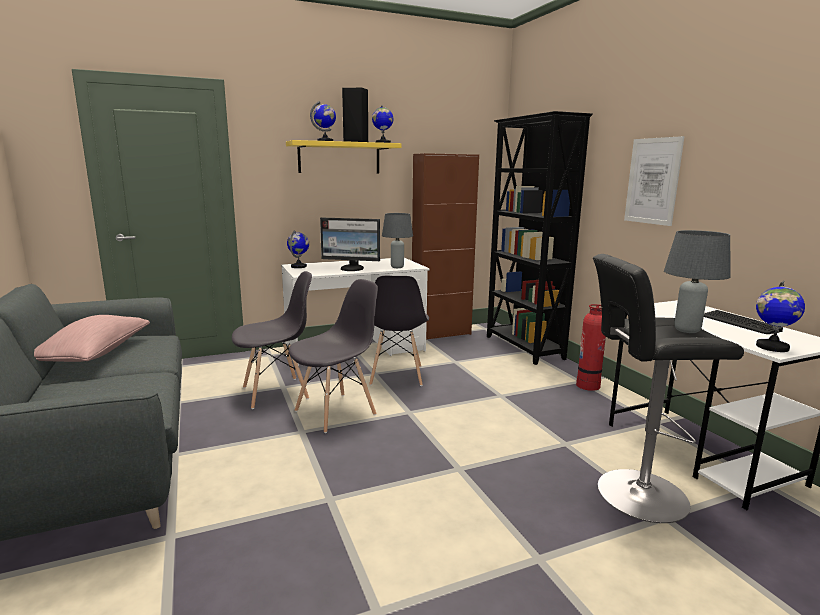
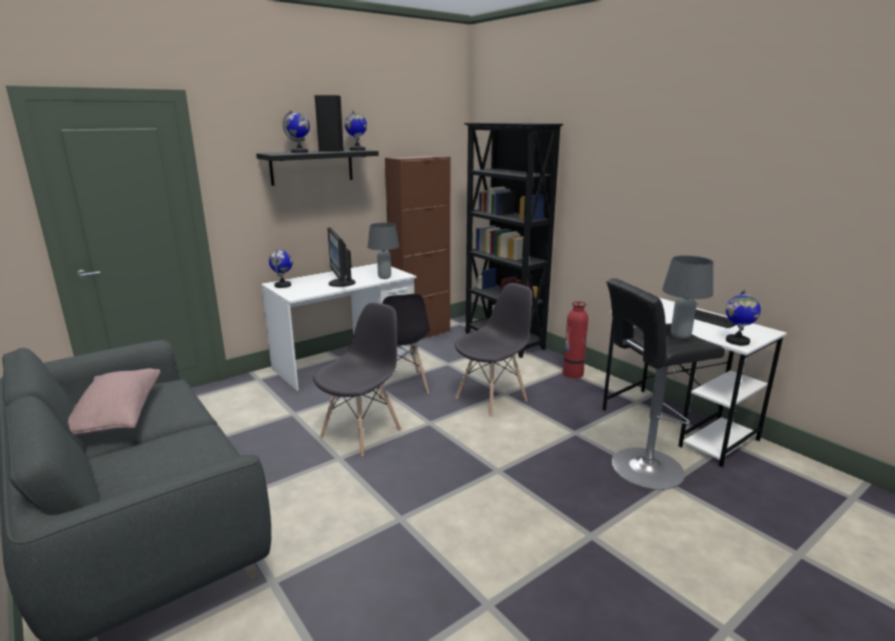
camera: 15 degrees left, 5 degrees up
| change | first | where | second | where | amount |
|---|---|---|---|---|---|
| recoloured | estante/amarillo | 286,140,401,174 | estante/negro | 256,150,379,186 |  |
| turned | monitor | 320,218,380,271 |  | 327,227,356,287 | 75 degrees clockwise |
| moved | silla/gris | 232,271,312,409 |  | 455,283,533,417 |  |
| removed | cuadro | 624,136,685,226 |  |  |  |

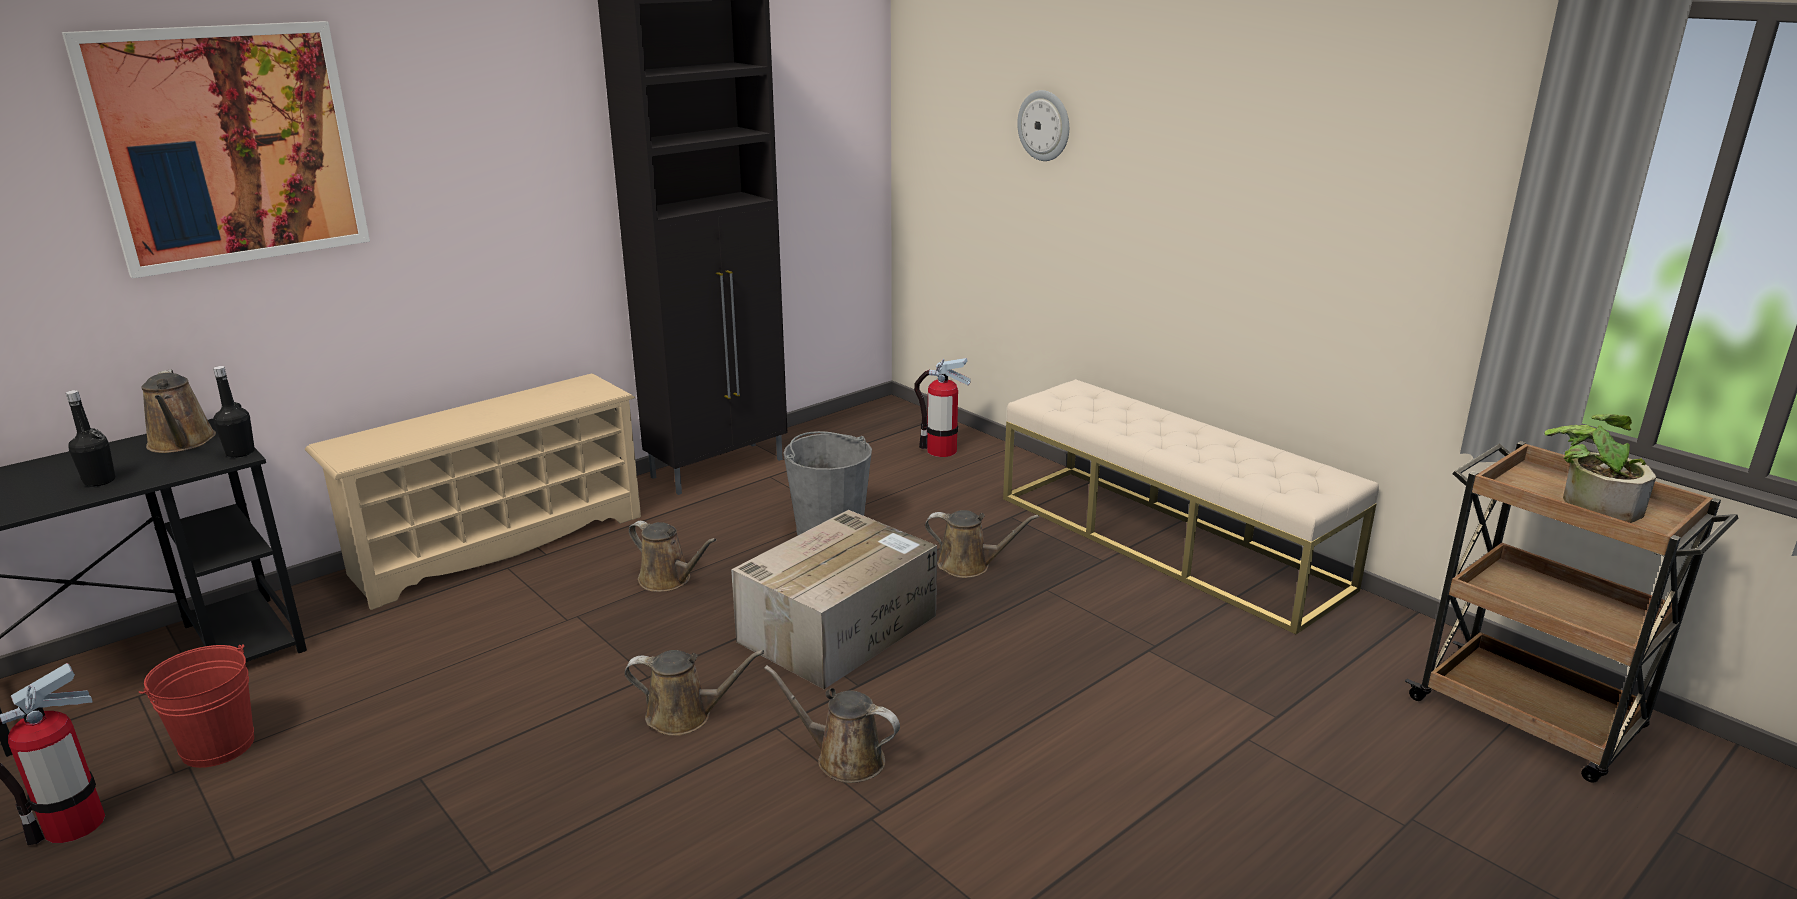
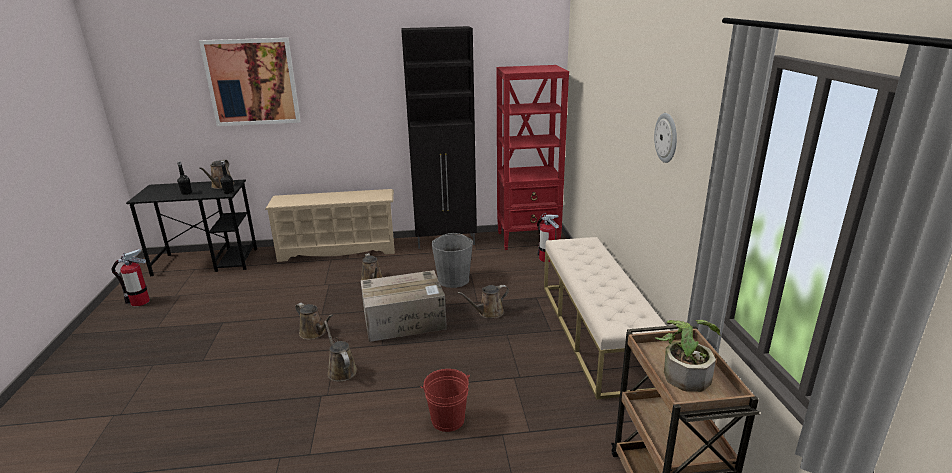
camera: 35 degrees right, 0 degrees up
| change | first | where | second | where | amount |
|---|---|---|---|---|---|
| moved | cubo/rojo | 139,644,254,768 |  | 421,369,470,432 |  |
| turned | regadera/marrón | 925,510,1039,578 |  | 457,285,509,318 | 105 degrees clockwise |
| added |  |  | estantería/rojo | 496,65,569,250 |  |
| moved | reloj de pared | 1017,90,1069,161 |  | 654,113,677,163 |  |

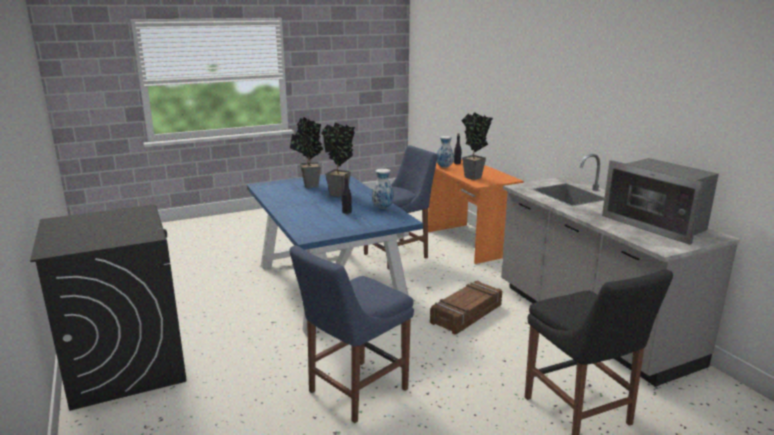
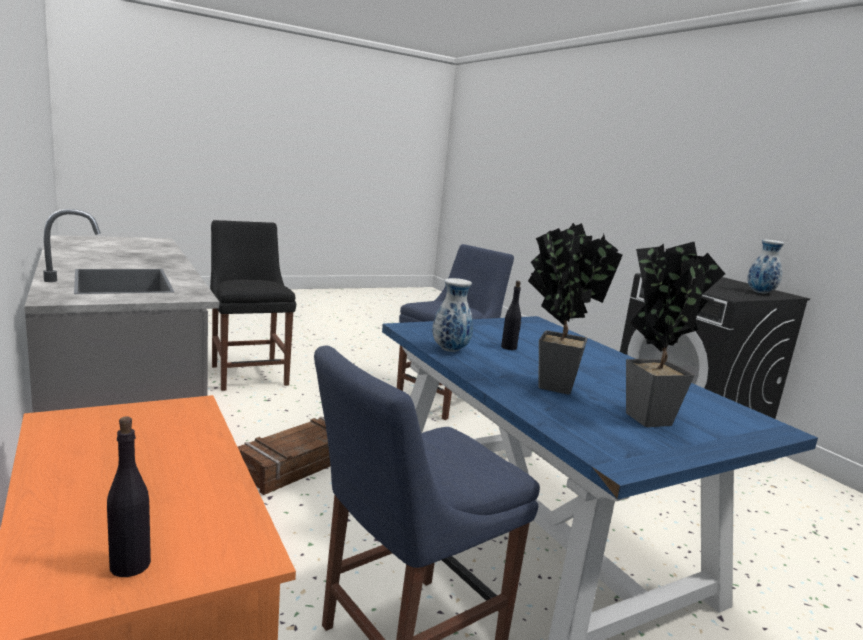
camera: 175 degrees right, 5 degrees down
| change | first | where | second | where | amount |
|---|---|---|---|---|---|
| moved | florero | 437,136,454,168 |  | 747,240,784,294 |  |
| removed | planta en maceta | 461,112,493,180 |  |  |  |
| removed | microondas | 602,158,719,245 |  |  |  |

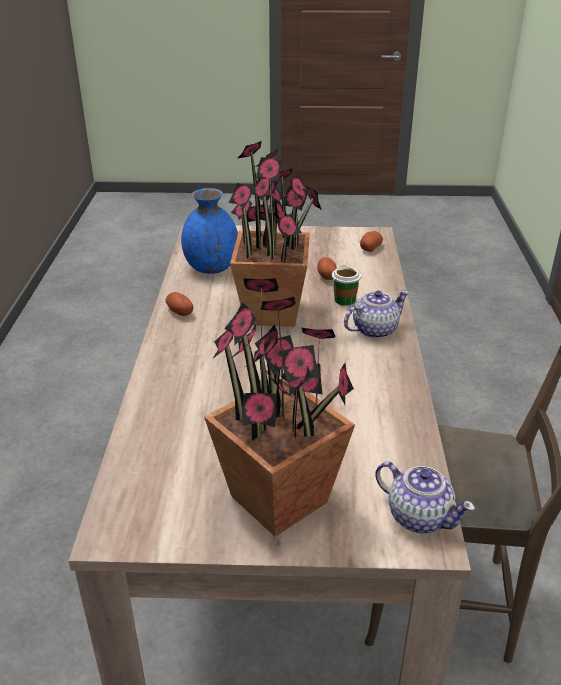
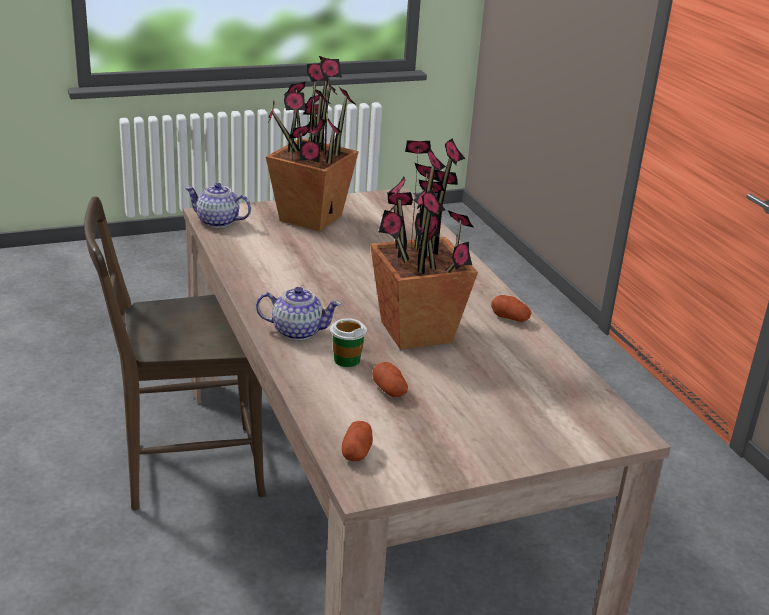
camera: 155 degrees right, 5 degrees down
| change | first | where | second | where | amount |
|---|---|---|---|---|---|
| turned | tetera | 344,290,409,338 |  | 256,287,341,340 | 120 degrees counterclockwise |
| removed | florero/azul | 181,188,238,274 |  |  |  |

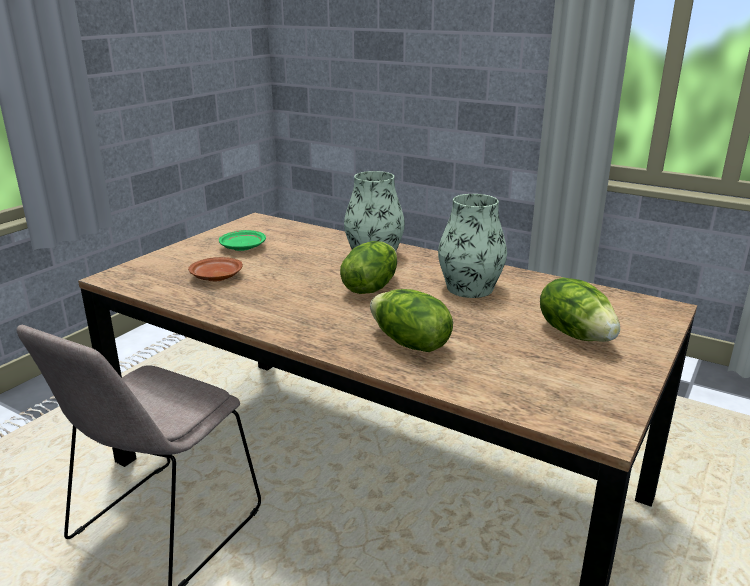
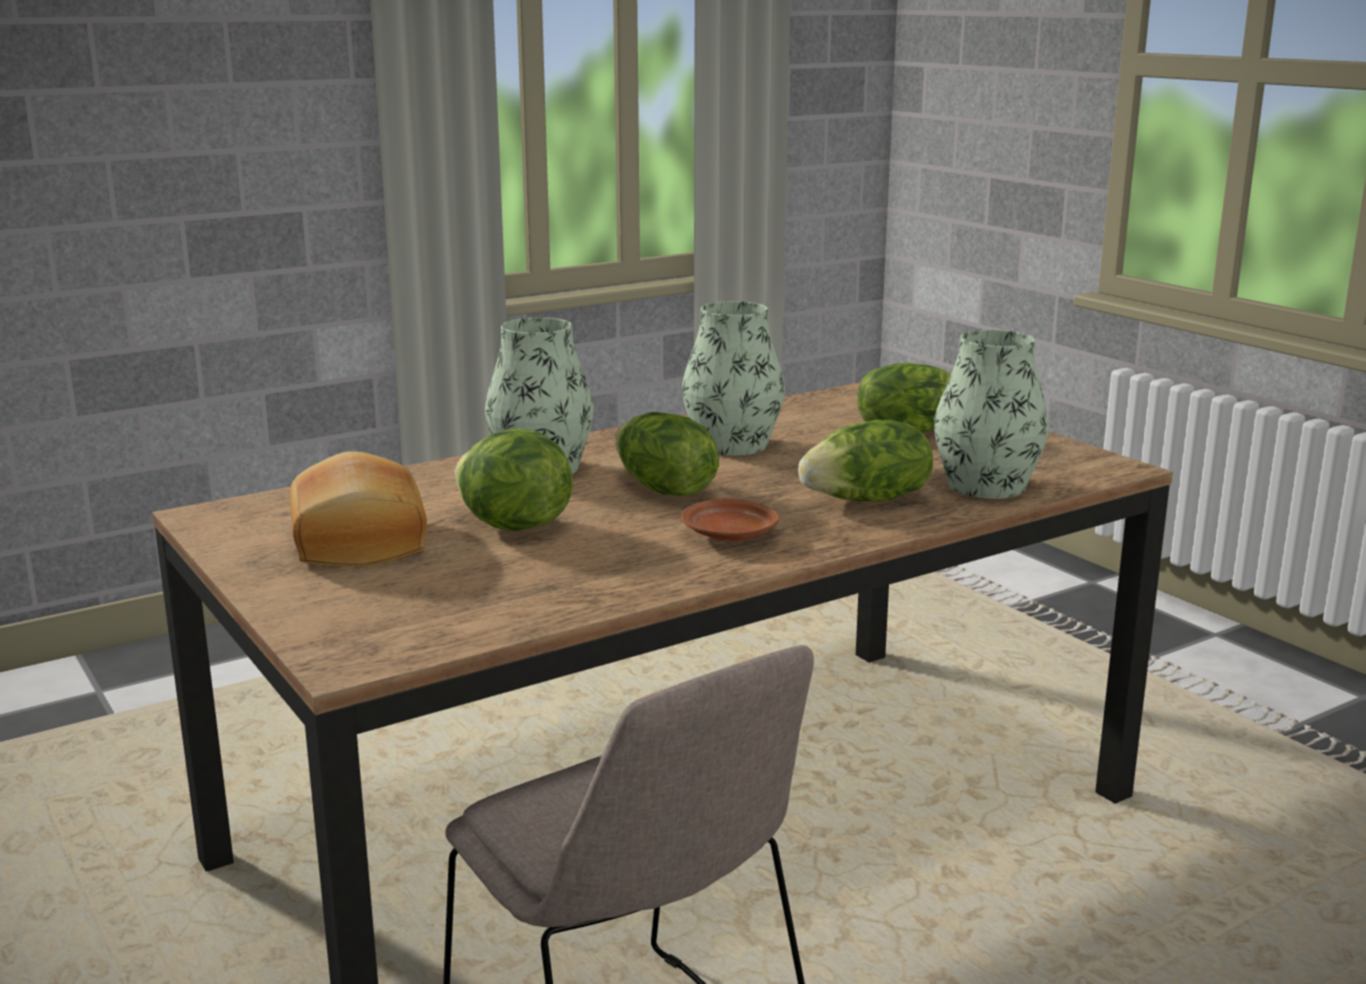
camera: 65 degrees left, 5 degrees down
| change | first | where | second | where | amount |
|---|---|---|---|---|---|
| replaced | plato/verde | 219,230,266,251 | pan | 290,451,427,567 |  |
| added |  |  | lechuga | 454,429,573,531 |  |
| moved | plato/marrón | 188,257,243,281 |  | 681,498,779,542 |  |
| added |  |  | florero | 934,330,1049,499 |  |

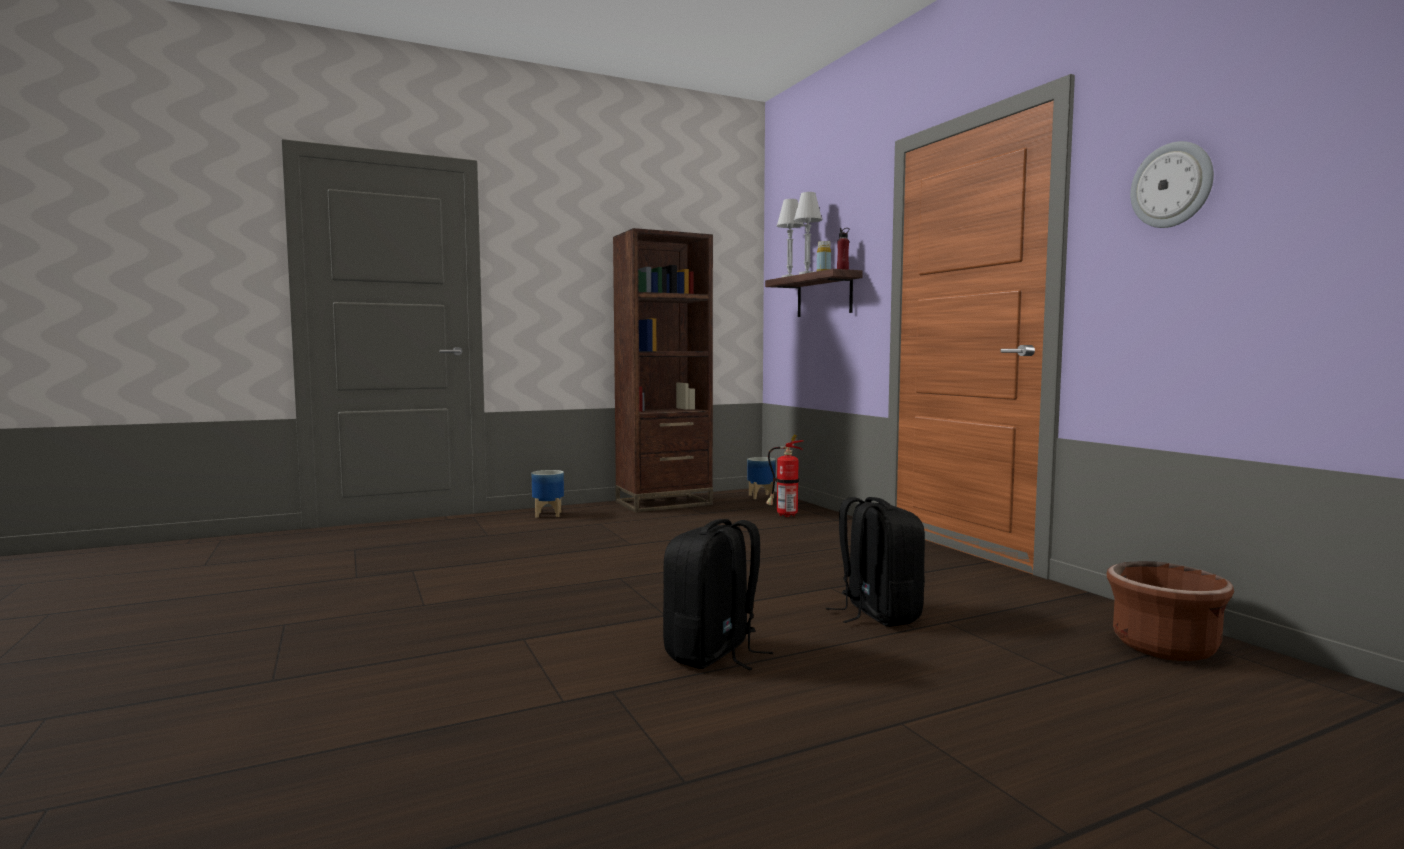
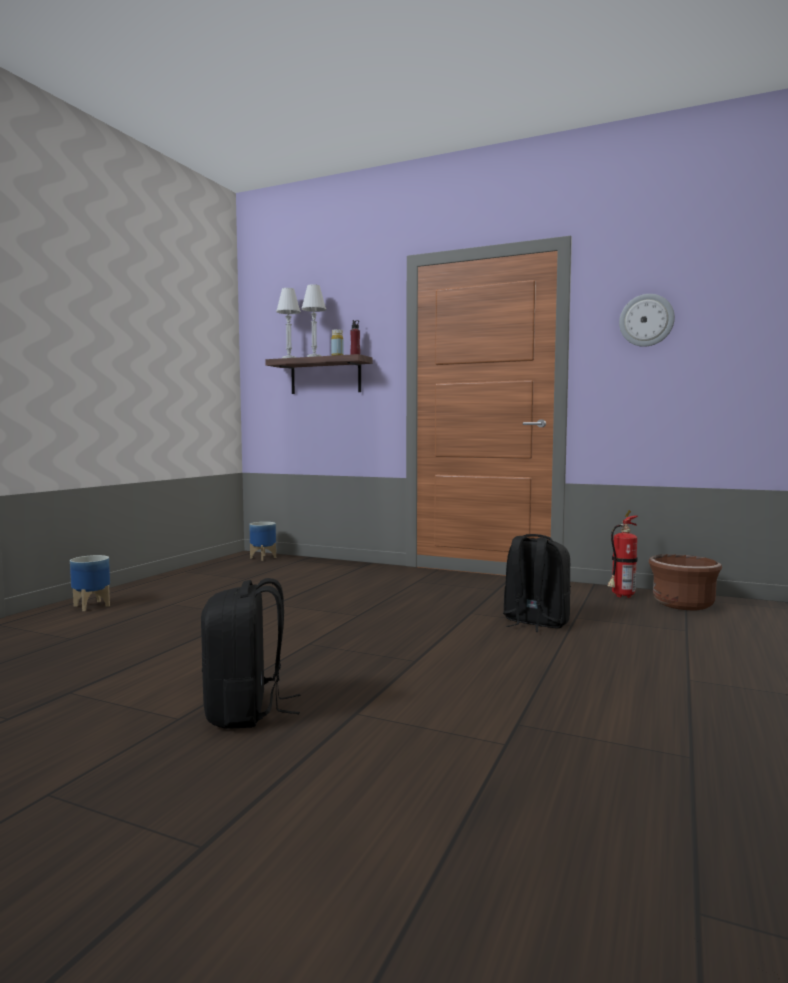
camera: 40 degrees left, 0 degrees up
| change | first | where | second | where | amount |
|---|---|---|---|---|---|
| moved | mochila/negro | 663,519,773,670 |  | 201,578,301,729 |  |
| moved | extintor | 766,434,804,517 |  | 607,510,638,598 |  |
| removed | estantería/marrón | 613,228,713,512 |  |  |  |

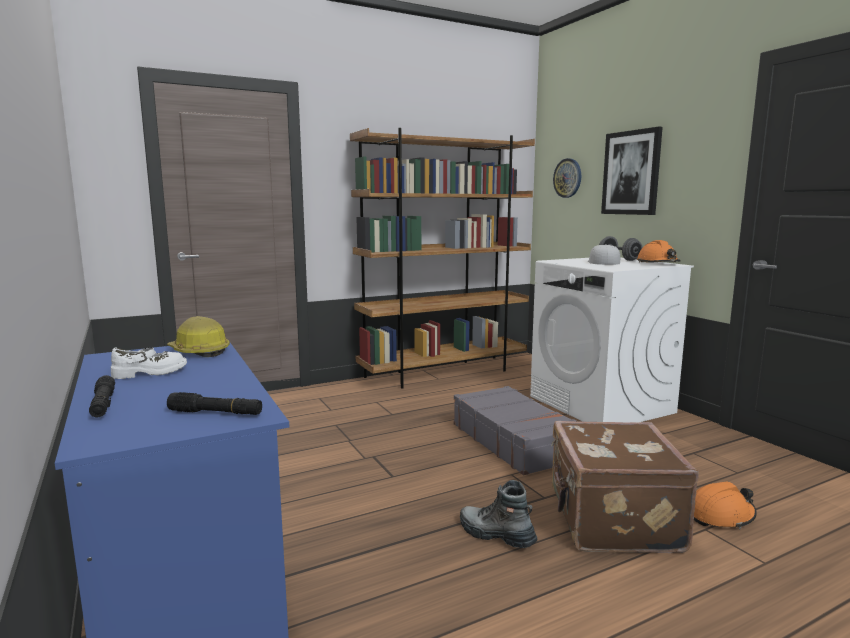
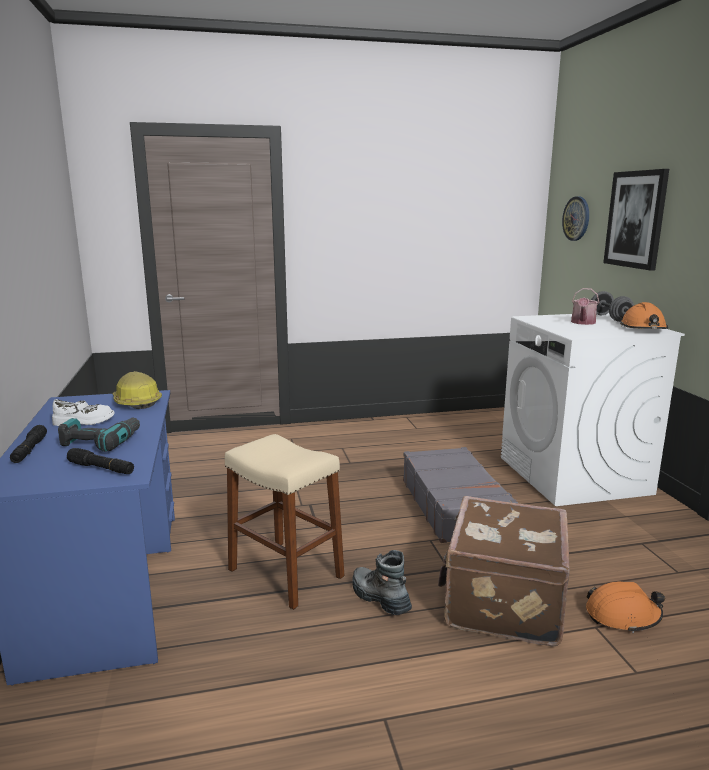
camera: 15 degrees right, 5 degrees up
| change | first | where | second | where | amount |
|---|---|---|---|---|---|
| added |  |  | taladro | 58,418,140,452 |  |
| added |  |  | taburete/beis | 225,434,344,610 |  |
| replaced | gorra/blanco | 588,244,620,265 | regadera | 571,288,599,325 |  |
| removed | estantería/marrón | 350,128,535,389 |  |  |  |

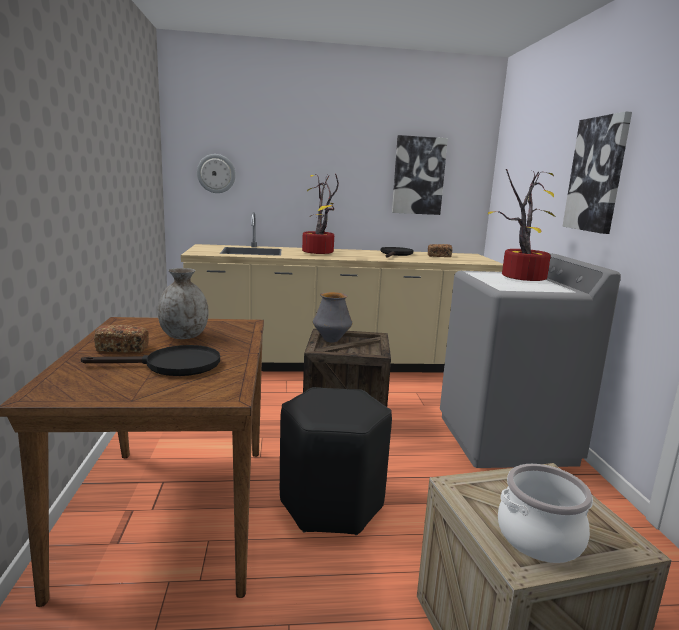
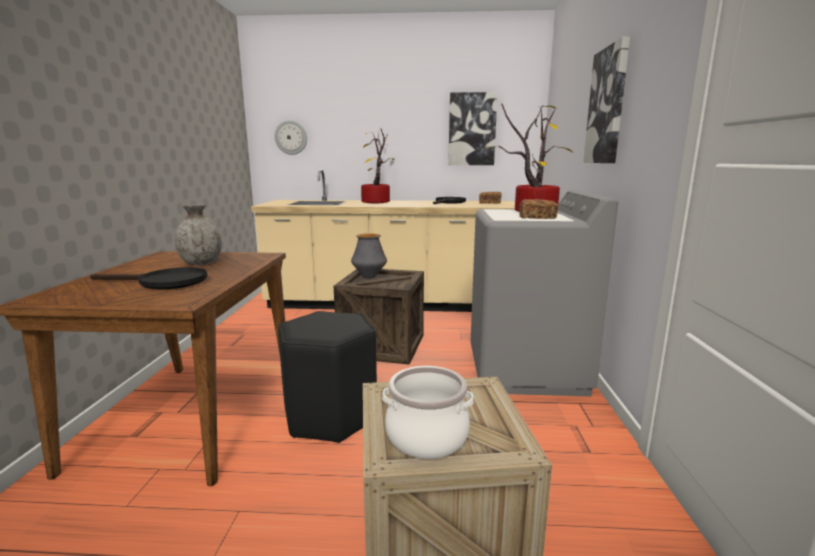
camera: 10 degrees right, 0 degrees up
| change | first | where | second | where | amount |
|---|---|---|---|---|---|
| moved | pan | 94,325,149,353 |  | 519,199,558,219 |  |

